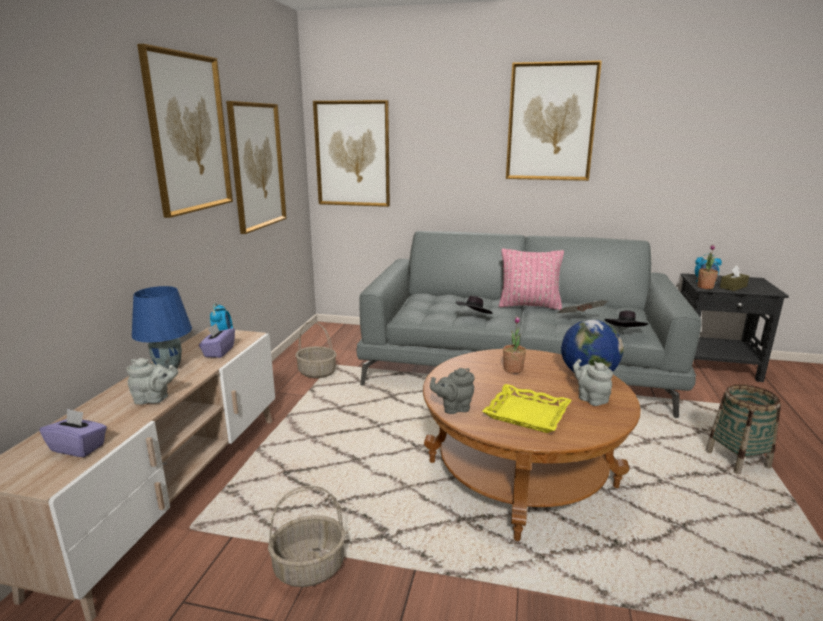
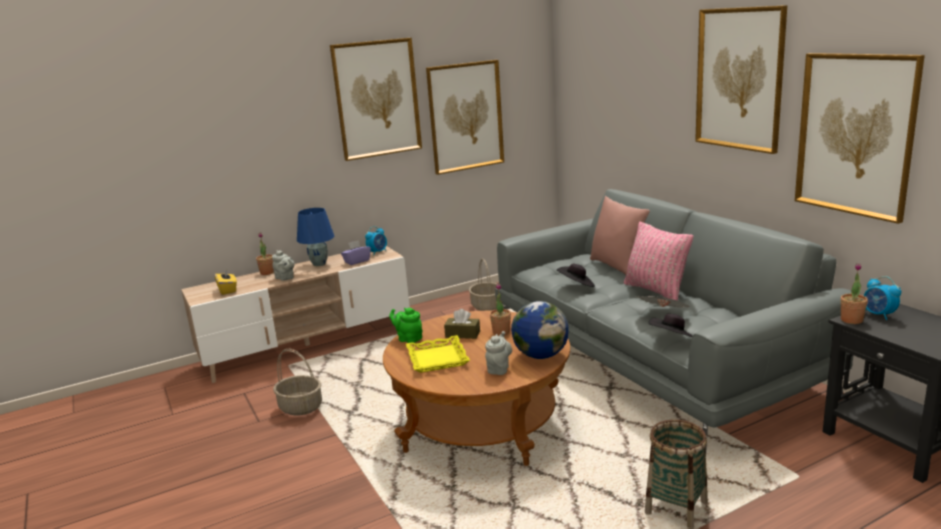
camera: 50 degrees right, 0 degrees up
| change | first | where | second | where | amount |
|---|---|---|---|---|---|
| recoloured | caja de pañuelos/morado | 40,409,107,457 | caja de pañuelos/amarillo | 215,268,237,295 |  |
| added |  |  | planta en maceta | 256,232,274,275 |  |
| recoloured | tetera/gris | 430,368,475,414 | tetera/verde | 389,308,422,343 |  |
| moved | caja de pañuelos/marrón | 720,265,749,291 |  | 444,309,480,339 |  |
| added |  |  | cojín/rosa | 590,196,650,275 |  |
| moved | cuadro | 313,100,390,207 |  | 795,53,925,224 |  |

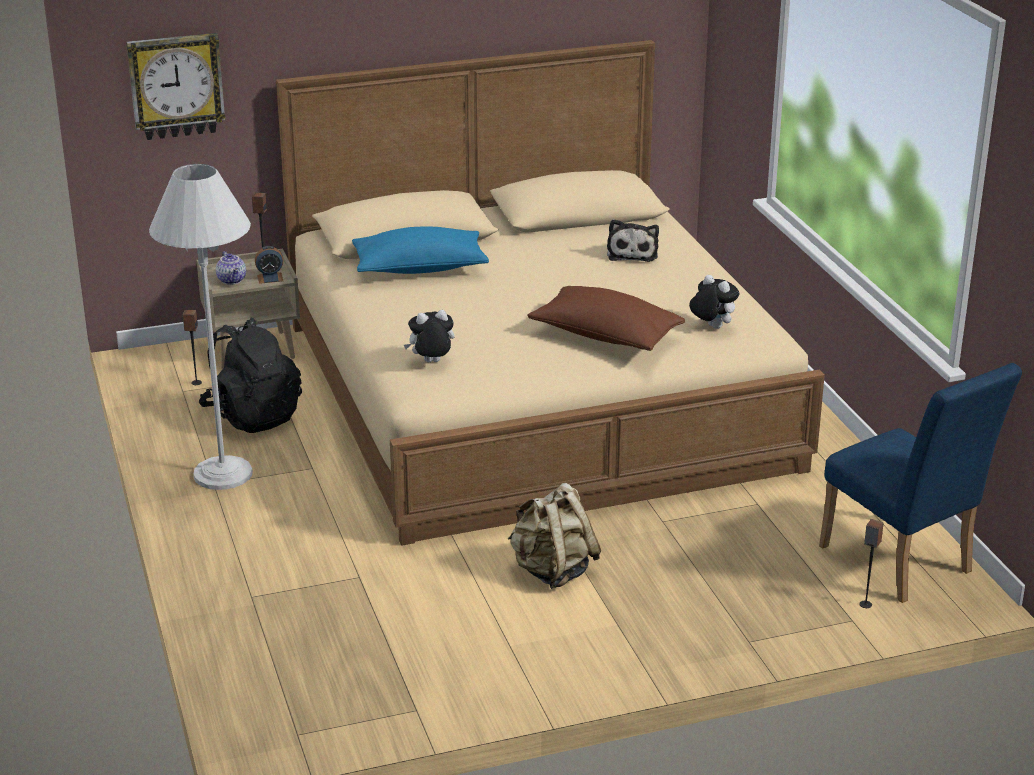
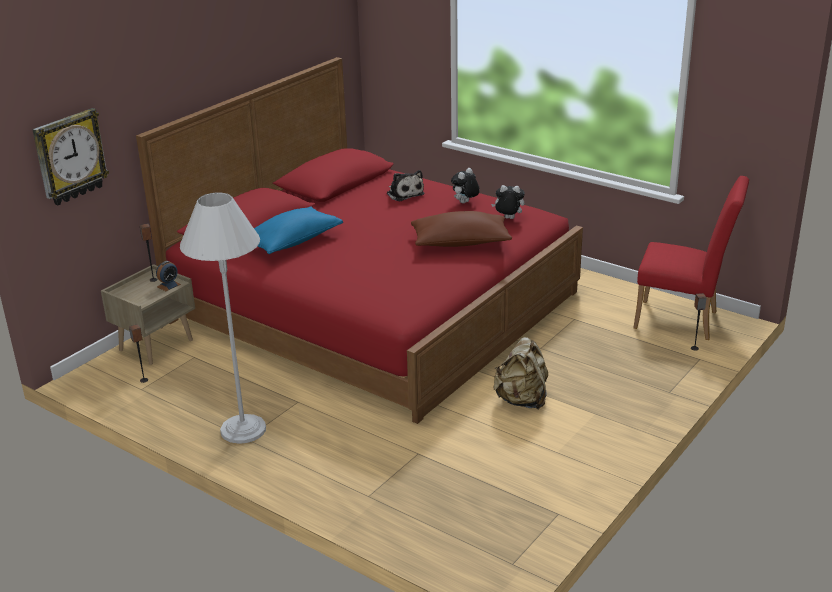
camera: 35 degrees left, 0 degrees up
| change | first | where | second | where | amount |
|---|---|---|---|---|---|
| recoloured | cama/beis | 276,40,825,546 | cama/rojo | 136,57,583,424 |  |
| moved | peluche | 404,310,455,362 |  | 451,168,480,203 |  |
| recoloured | silla/azul | 819,363,1022,603 | silla/rojo | 634,176,749,340 |  |
| removed | mochila/negro | 199,317,302,433 |  |  |  |
| removed | tetera | 216,251,246,285 |  |  |  |

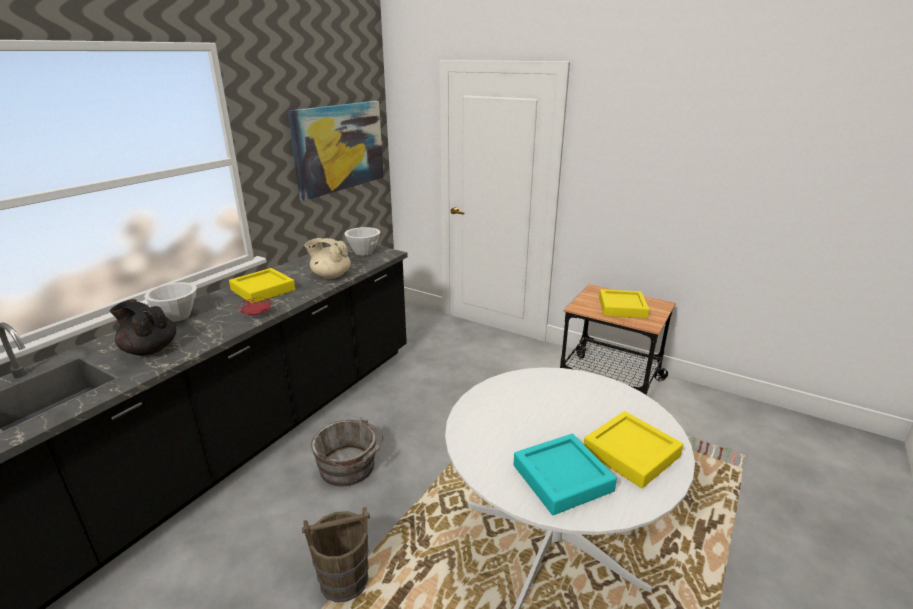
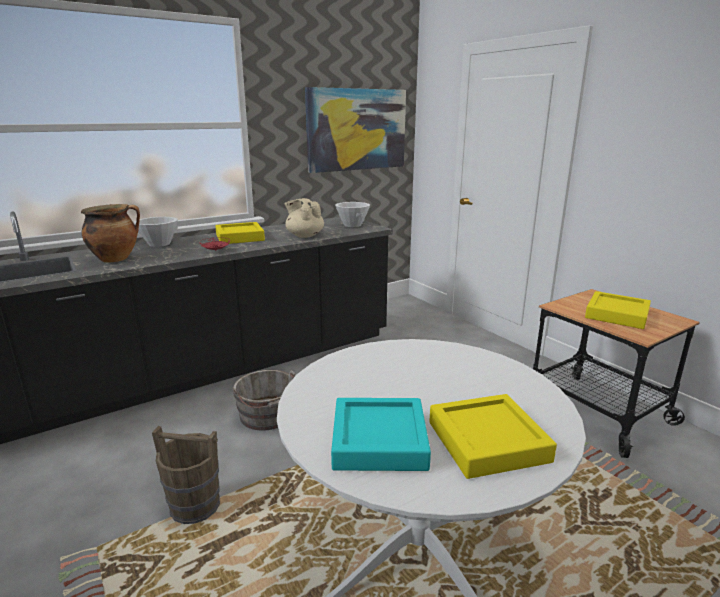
camera: 25 degrees right, 5 degrees down
| change | first | where | second | where | amount |
|---|---|---|---|---|---|
| replaced | tetera/negro | 110,299,176,355 | olla | 81,204,140,262 |  |

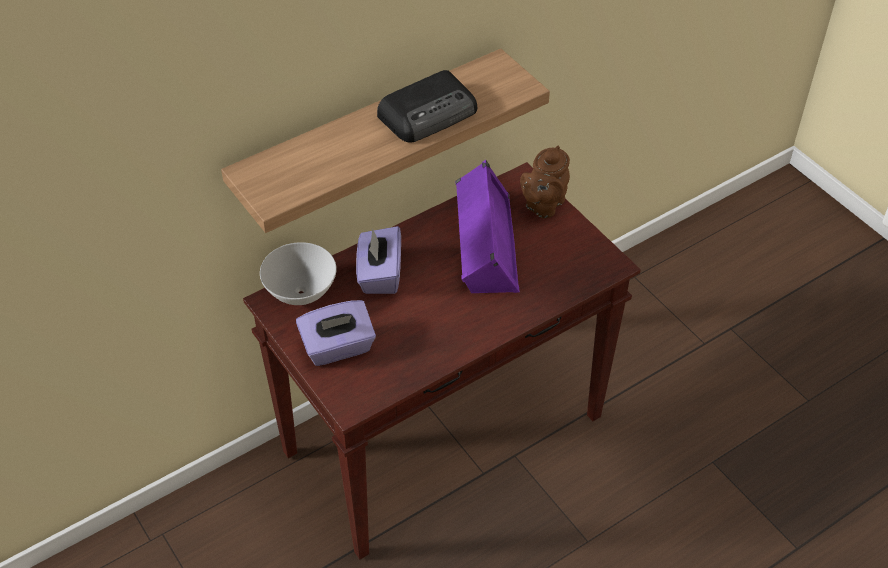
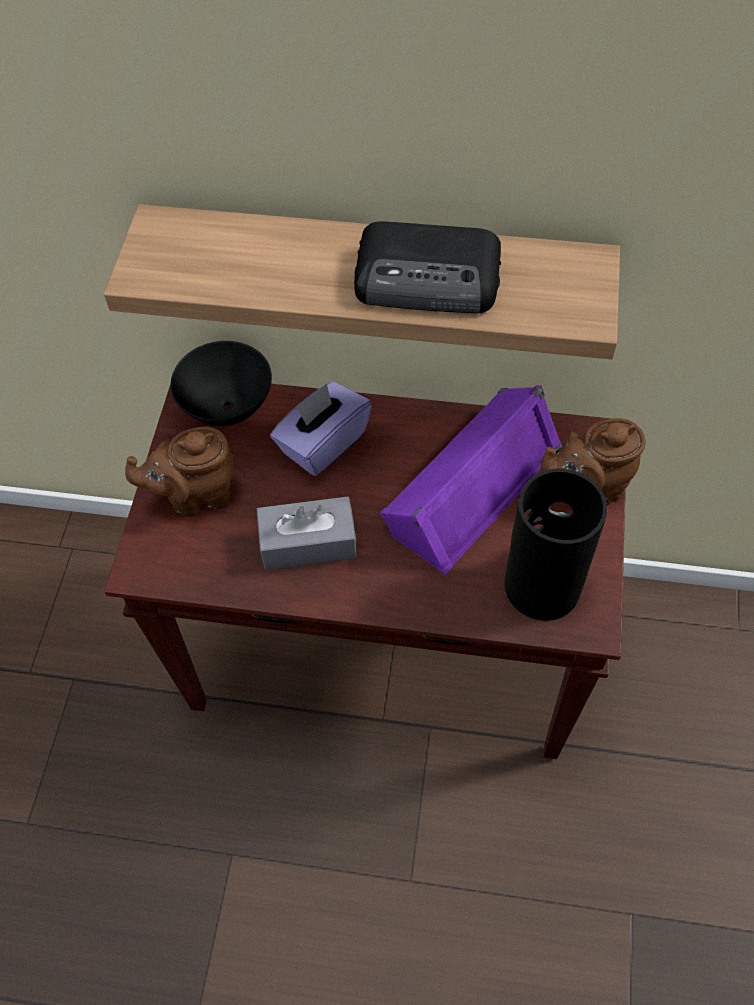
camera: 45 degrees right, 10 degrees up
| change | first | where | second | where | amount |
|---|---|---|---|---|---|
| replaced | caja de pañuelos/morado | 296,300,376,366 | tetera/marrón | 125,426,235,517 |  |
| recoloured | cuenco/blanco | 260,242,337,305 | cuenco/negro | 171,341,272,426 |  |
| added |  |  | caja de pañuelos/gris | 257,496,357,570 |  |
| added |  |  | florero | 504,468,607,621 |  |

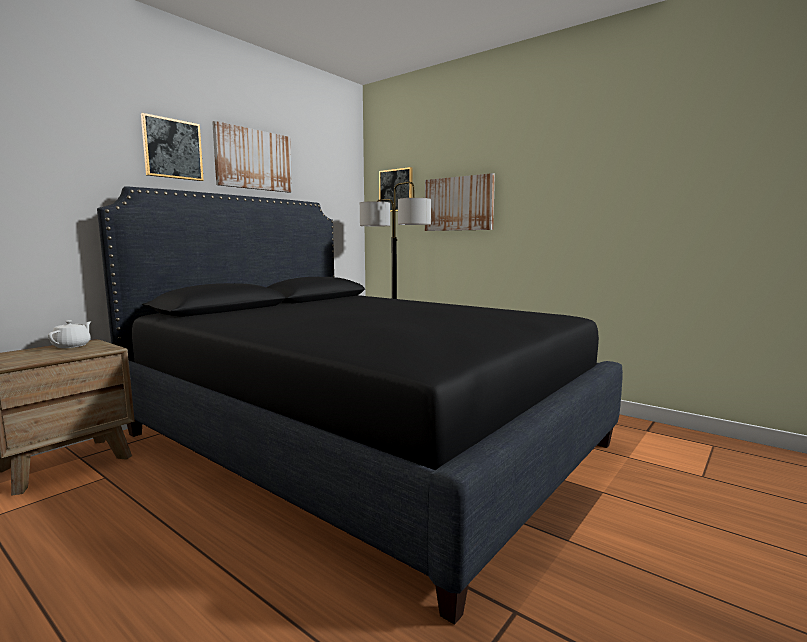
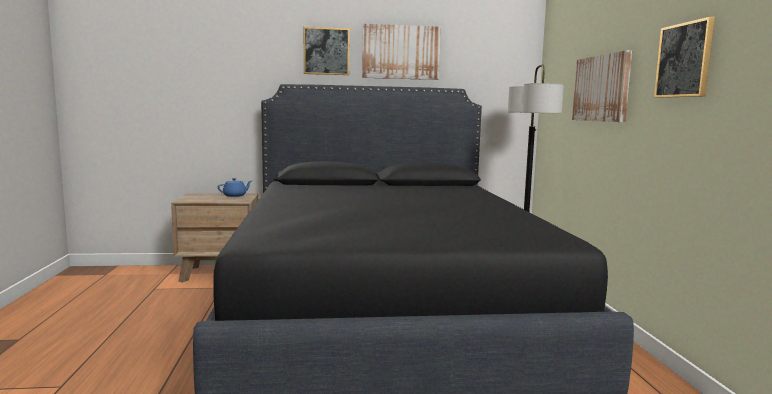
camera: 45 degrees right, 0 degrees up
| change | first | where | second | where | amount |
|---|---|---|---|---|---|
| recoloured | tetera/blanco | 48,320,92,348 | tetera/azul | 218,178,252,197 |  |
| moved | cuadro | 379,167,413,212 |  | 654,17,715,98 |  |

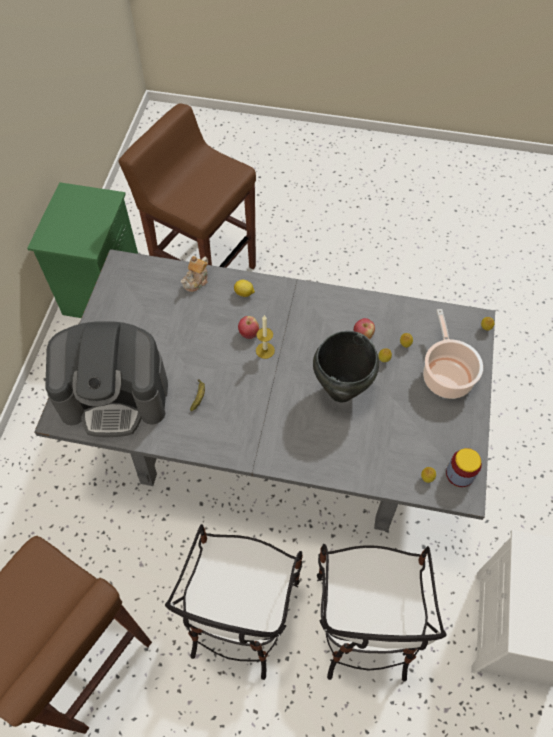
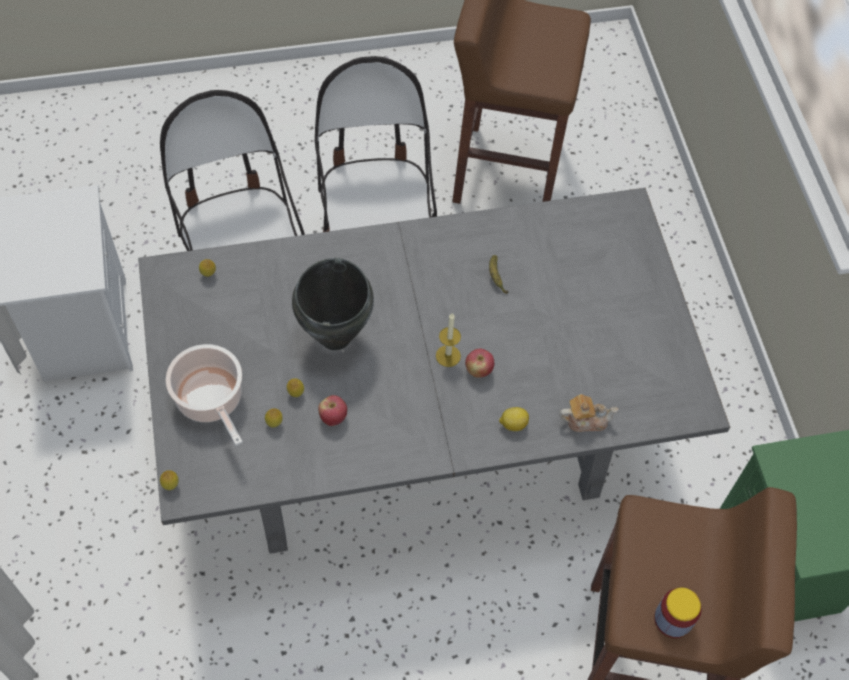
camera: 155 degrees right, 0 degrees up
| change | first | where | second | where | amount |
|---|---|---|---|---|---|
| turned | tetera | 181,256,208,292 |  | 559,394,619,432 | 75 degrees clockwise |
| moved | tarro | 446,448,482,487 |  | 654,588,701,638 |  |
| removed | cafetera | 45,321,168,437 |  |  |  |

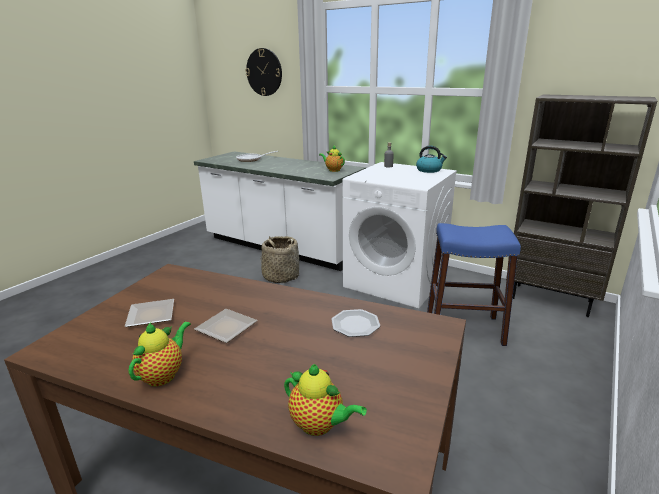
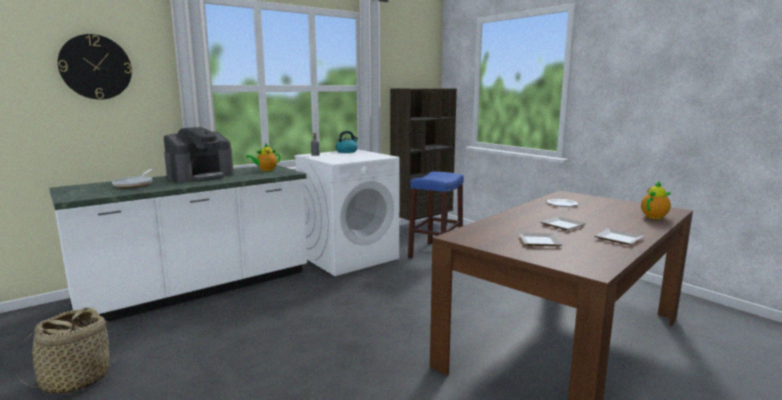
camera: 70 degrees left, 10 degrees down
| change | first | where | second | where | amount |
|---|---|---|---|---|---|
| moved | cesta | 260,236,300,283 |  | 14,307,118,394 |  |
| added |  |  | cafetera | 164,127,234,183 |  |
| replaced | tetera | 129,321,191,387 | plato | 595,229,644,245 |  |

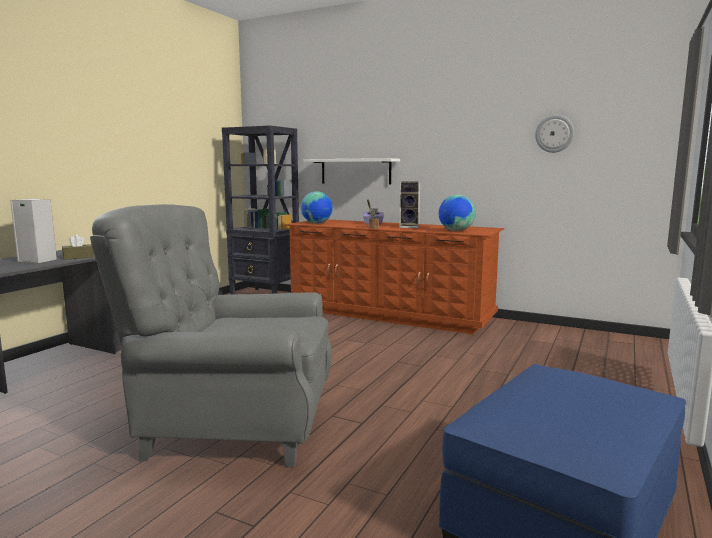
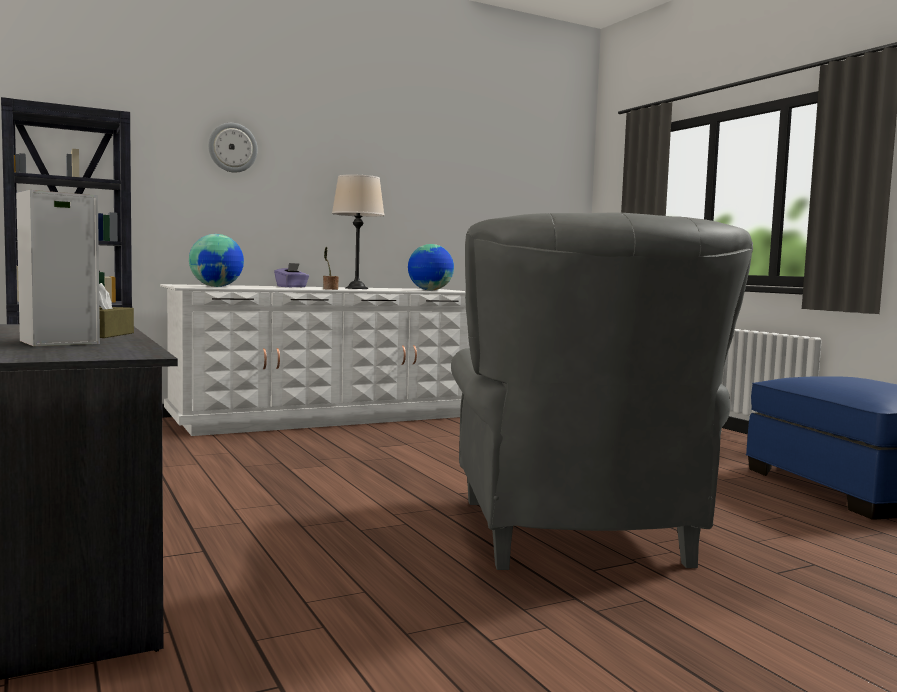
camera: 55 degrees left, 5 degrees down
| change | first | where | second | where | amount |
|---|---|---|---|---|---|
| recoloured | cómoda/marrón | 285,219,504,335 | cómoda/blanco | 160,284,470,436 |  |
| moved | reloj de pared | 535,115,574,153 |  | 208,123,258,173 |  |
| replaced | altavoz | 400,181,420,228 | lámpara de mesa/beis | 332,174,385,289 |  |
| turned | sillón/gris | 90,204,332,467 |  | 451,212,753,570 | 45 degrees counterclockwise |
| removed | estante/blanco | 303,158,400,185 |  |  |  |

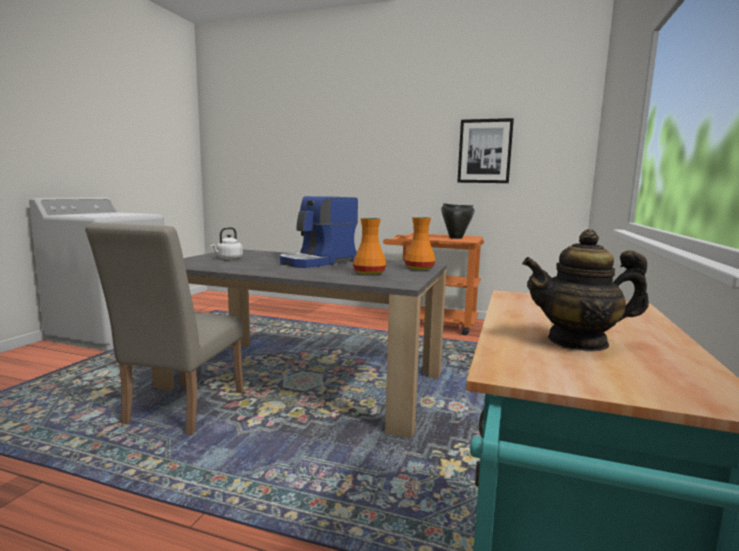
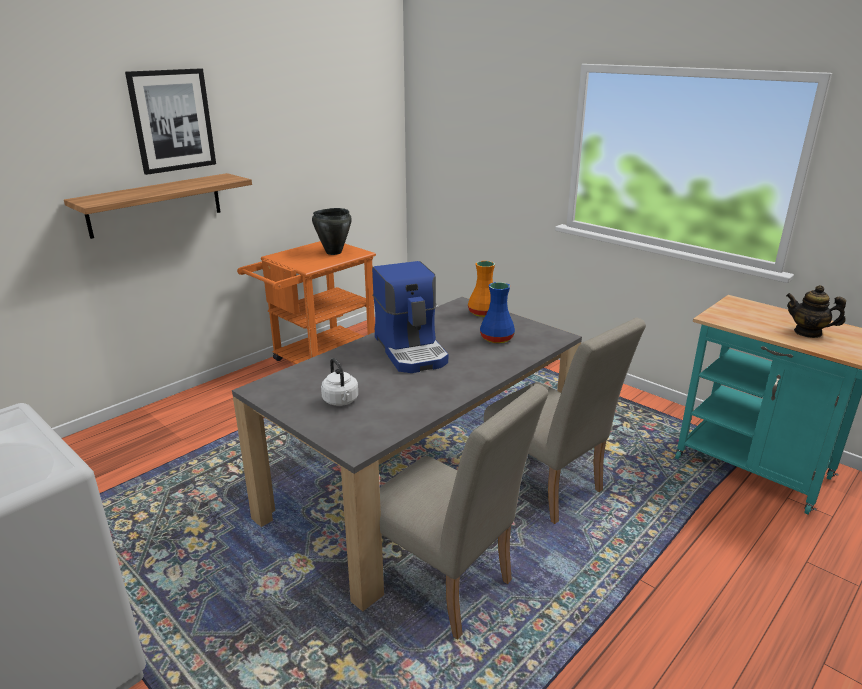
camera: 65 degrees left, 15 degrees up
| change | first | where | second | where | amount |
|---|---|---|---|---|---|
| added |  |  | estante | 64,173,252,239 |  |
| moved | cuadro | 457,118,514,183 |  | 125,68,216,175 |  |
| recoloured | florero/naranja | 353,218,386,275 | florero/azul | 480,282,515,343 |  |
| added |  |  | silla/beis | 484,318,646,524 |  |
| turned | tetera | 522,229,649,351 |  | 786,285,846,338 | 90 degrees clockwise |

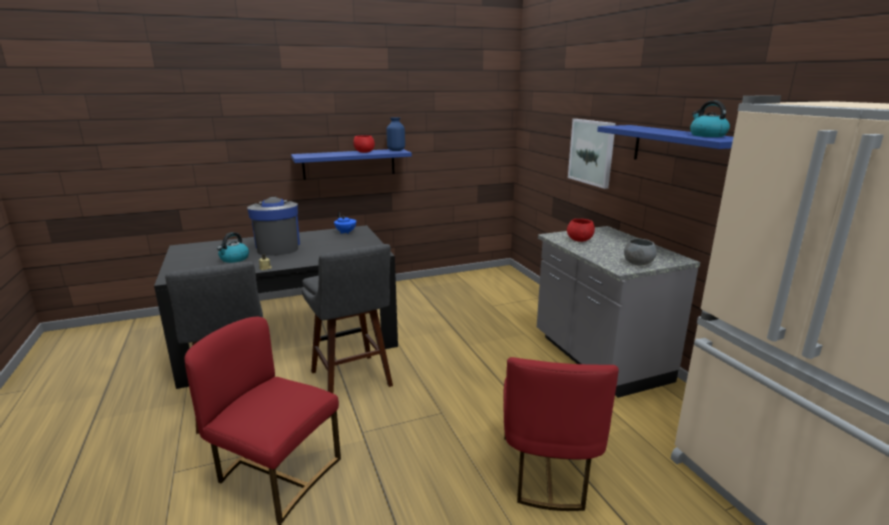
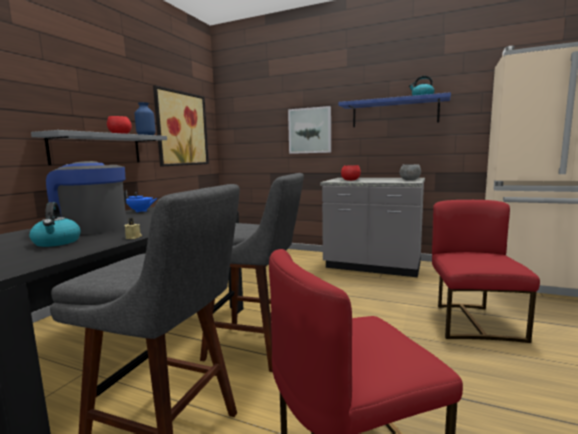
camera: 45 degrees left, 10 degrees down
| change | first | where | second | where | amount |
|---|---|---|---|---|---|
| recoloured | estante/azul | 291,149,412,180 | estante/gris | 31,130,167,165 |  |
| added |  |  | cuadro | 153,85,209,167 |  |
| turned | silla/rojo | 503,357,619,511 |  | 432,200,540,343 | 135 degrees counterclockwise |

